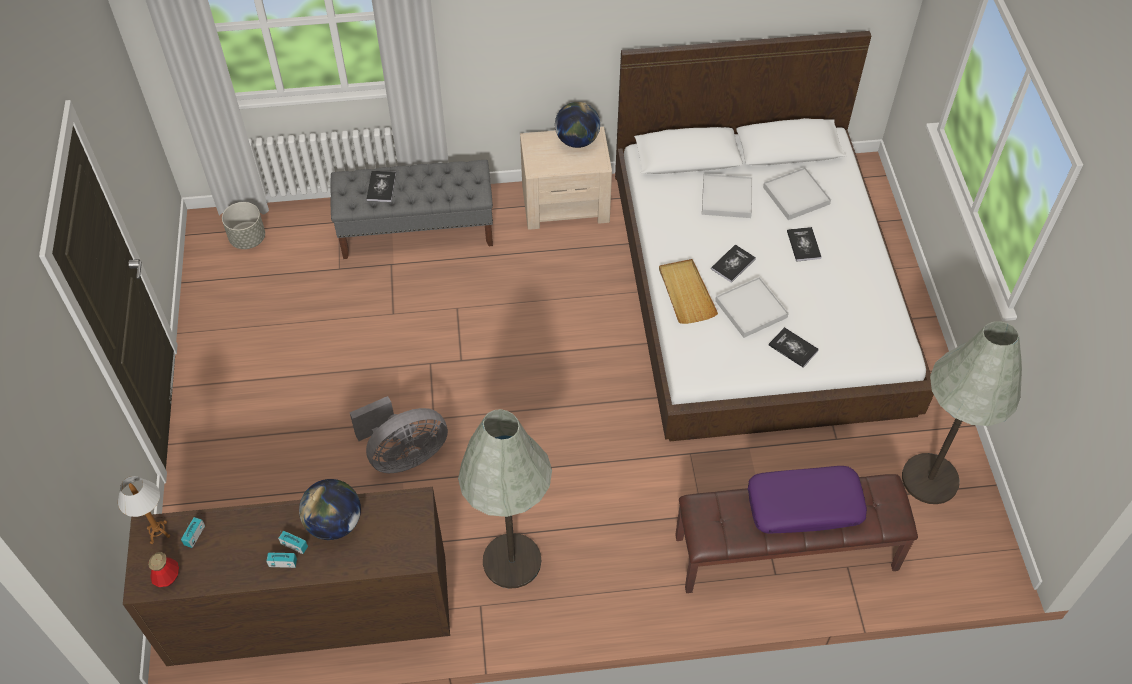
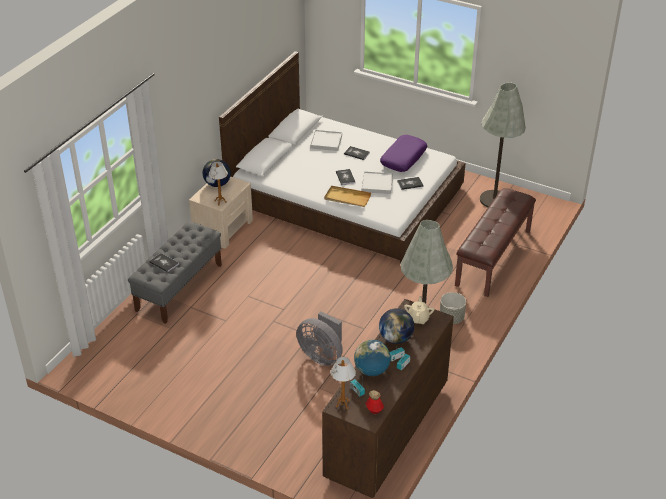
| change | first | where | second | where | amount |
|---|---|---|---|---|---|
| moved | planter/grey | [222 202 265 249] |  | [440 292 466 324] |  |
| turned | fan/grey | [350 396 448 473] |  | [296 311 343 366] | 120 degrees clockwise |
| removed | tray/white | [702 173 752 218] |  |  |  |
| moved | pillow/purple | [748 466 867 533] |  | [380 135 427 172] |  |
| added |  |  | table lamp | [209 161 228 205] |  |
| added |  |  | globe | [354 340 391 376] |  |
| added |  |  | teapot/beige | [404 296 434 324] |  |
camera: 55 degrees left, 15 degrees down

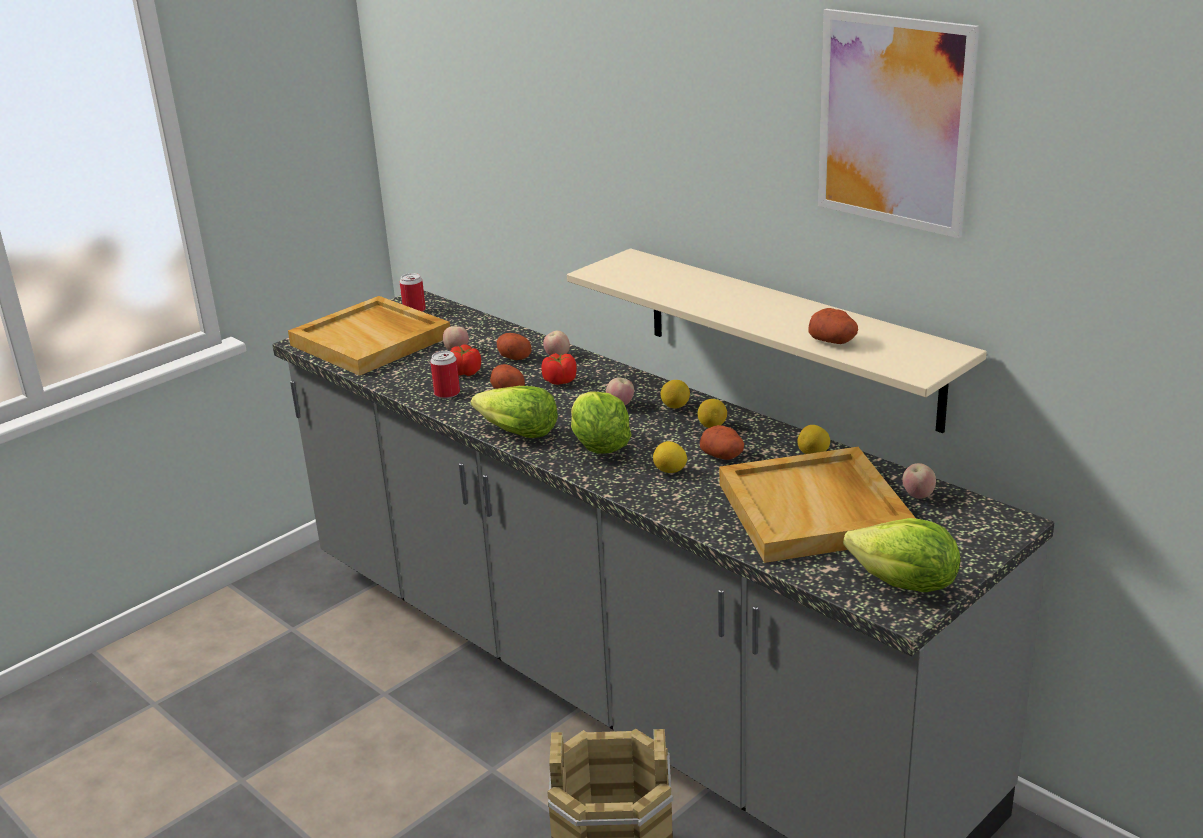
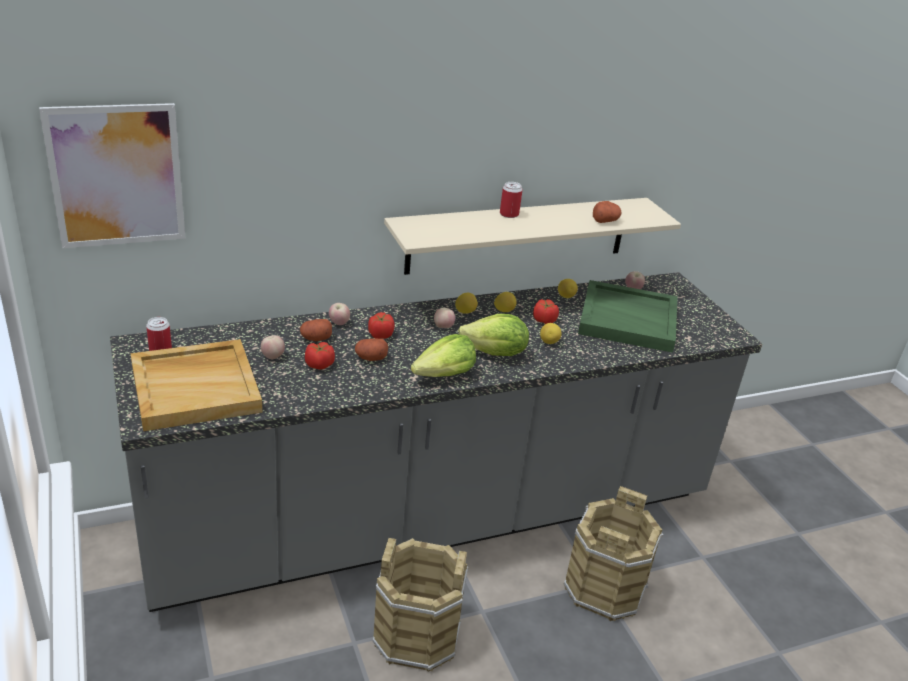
| change | first | where | second | where | amount |
|---|---|---|---|---|---|
| moved | can | [430 351 460 398] |  | [500 182 523 218] |  |
| replaced | potato | [700 425 744 460] | tomato | [533 299 559 324] |  |
| recoloured | tray/beige | [719 447 916 563] | tray/green | [578 280 677 353] |  |
| moved | picture | [818 9 979 238] |  | [39 103 185 248] |  |
| removed | lettuce | [843 518 961 592] |  |  |  |
| added |  |  | bucket/brown | [373 538 468 672] |  |
camera: 70 degrees left, 5 degrees up

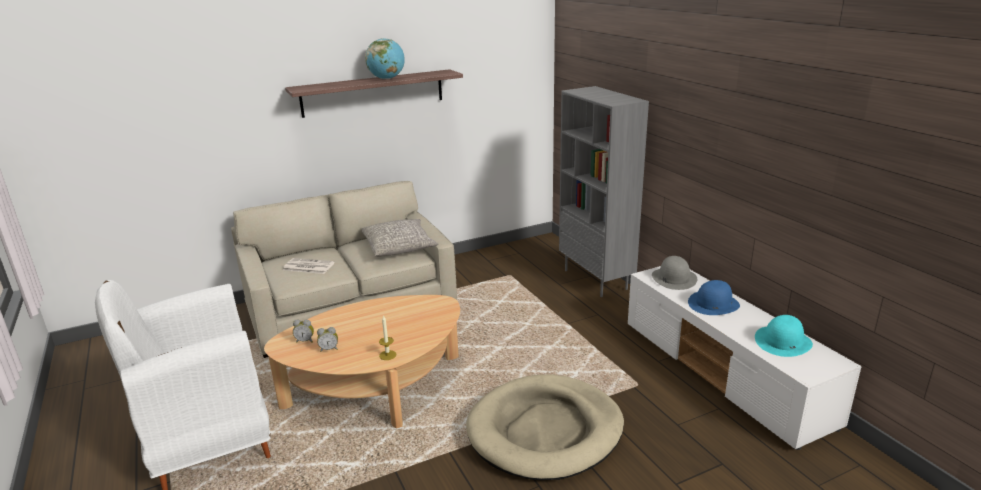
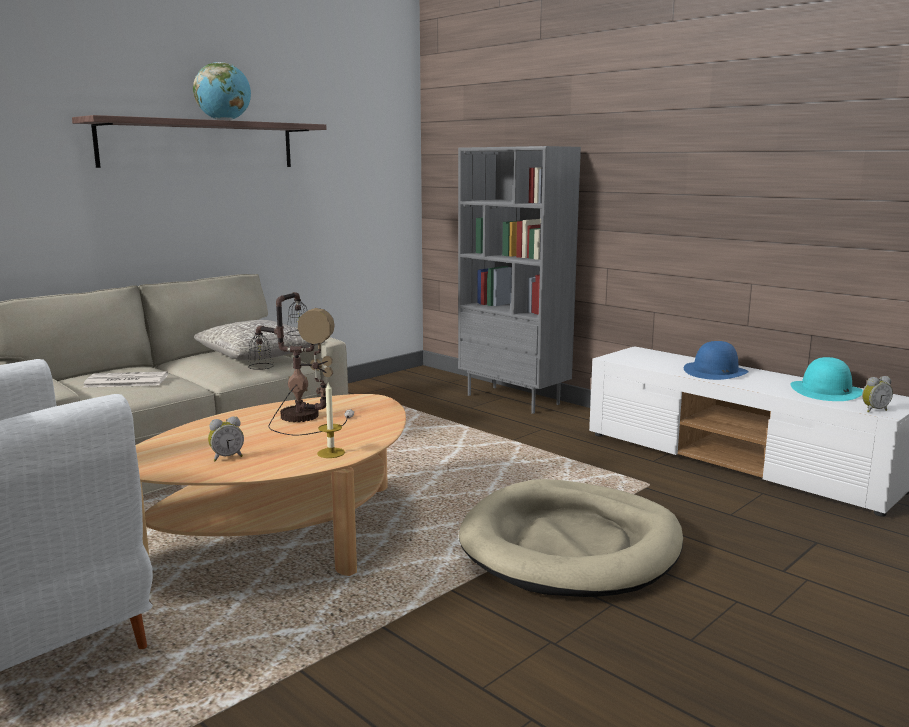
| change | first | where | second | where | amount |
|---|---|---|---|---|---|
| moved | alarm clock | [293 320 314 343] |  | [862 376 893 413] |  |
| removed | hat/grey | [652 256 697 290] |  |  |  |
| added |  |  | table lamp | [248 292 354 436] |  |
camera: 20 degrees left, 10 degrees down

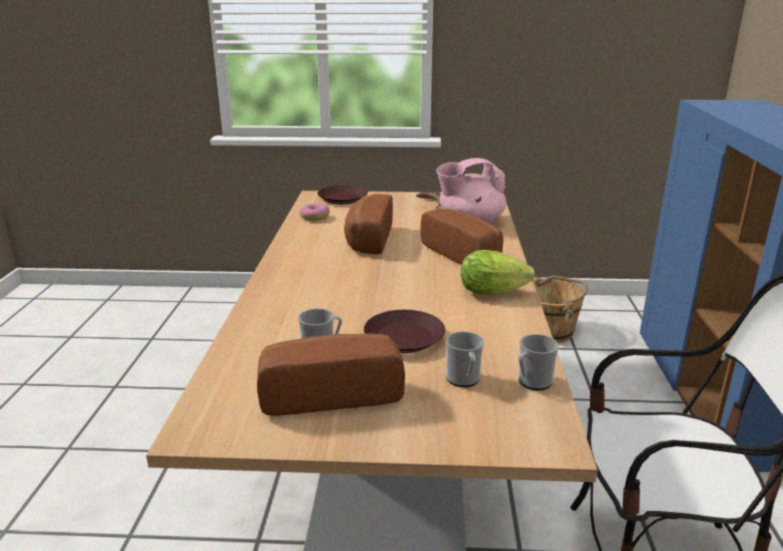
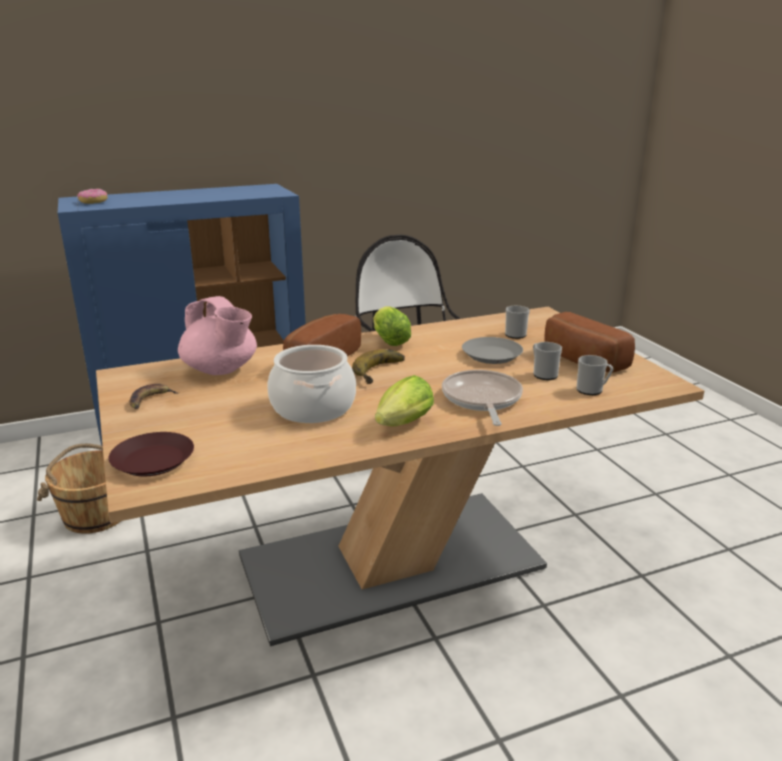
| change | first | where | second | where | amount |
|---|---|---|---|---|---|
| moved | donut | [300 203 330 221] |  | [77 189 107 204] |  |
| replaced | bread | [344 194 393 254] | cooking pot | [267 345 356 423] |  |
| recoloured | plate/brown | [364 310 445 353] | plate/grey | [462 337 523 364] |  |
| moved | mug | [518 334 559 390] |  | [576 355 613 395] |  |
| added |  |  | banana | [352 349 405 384] |  |
| added |  |  | lettuce | [375 375 434 426] |  |
| added |  |  | frying pan | [442 370 523 426] |  |
camera: 115 degrees left, 0 degrees up

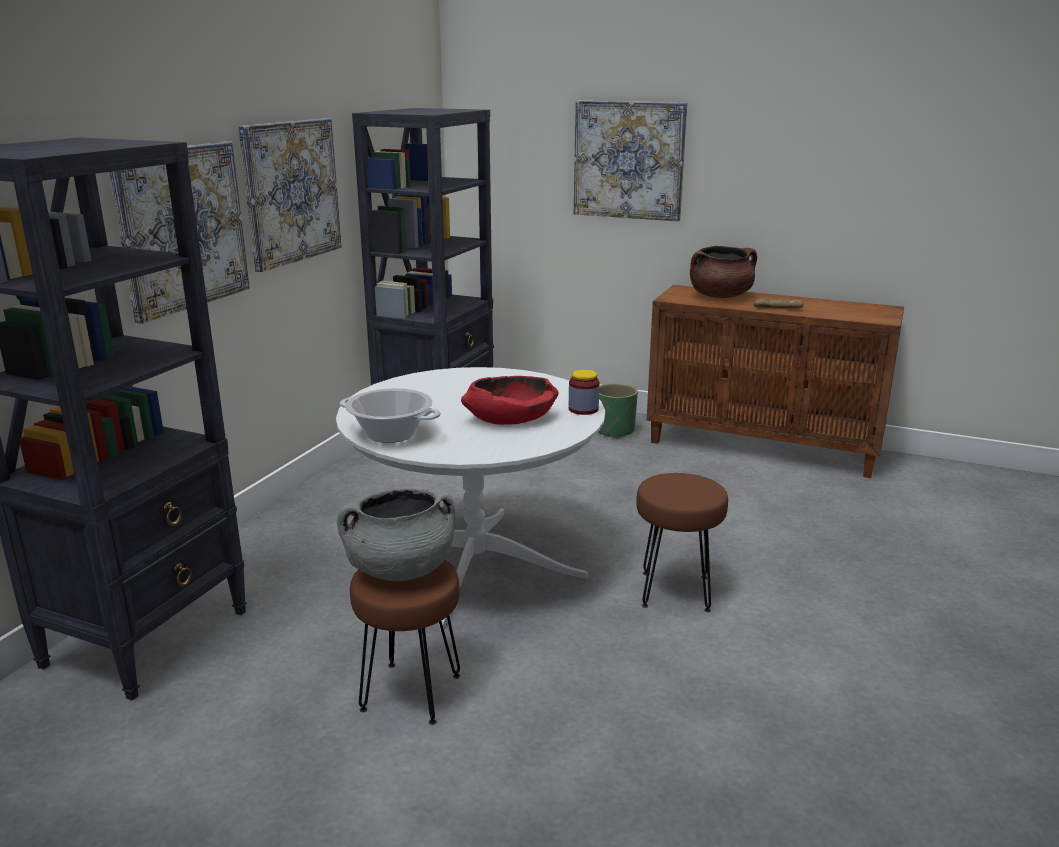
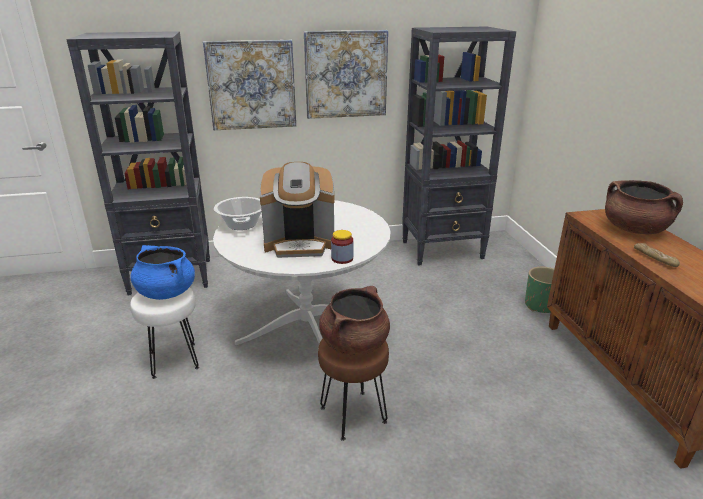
| change | first | where | second | where | amount |
|---|---|---|---|---|---|
| recoloured | cooking pot/grey | [337 487 455 581] | cooking pot/blue | [130 245 195 300] |  |
| recoloured | stool/brown | [350 560 460 725] | stool/white | [130 287 199 379] |  |
| replaced | bowl/red | [461 376 559 425] | coffee machine | [260 162 334 258] |  |
| removed | picture | [574 100 687 221] |  |  |  |
| added |  |  | cooking pot/brown | [319 286 390 355] |  |
camera: 55 degrees right, 5 degrees up

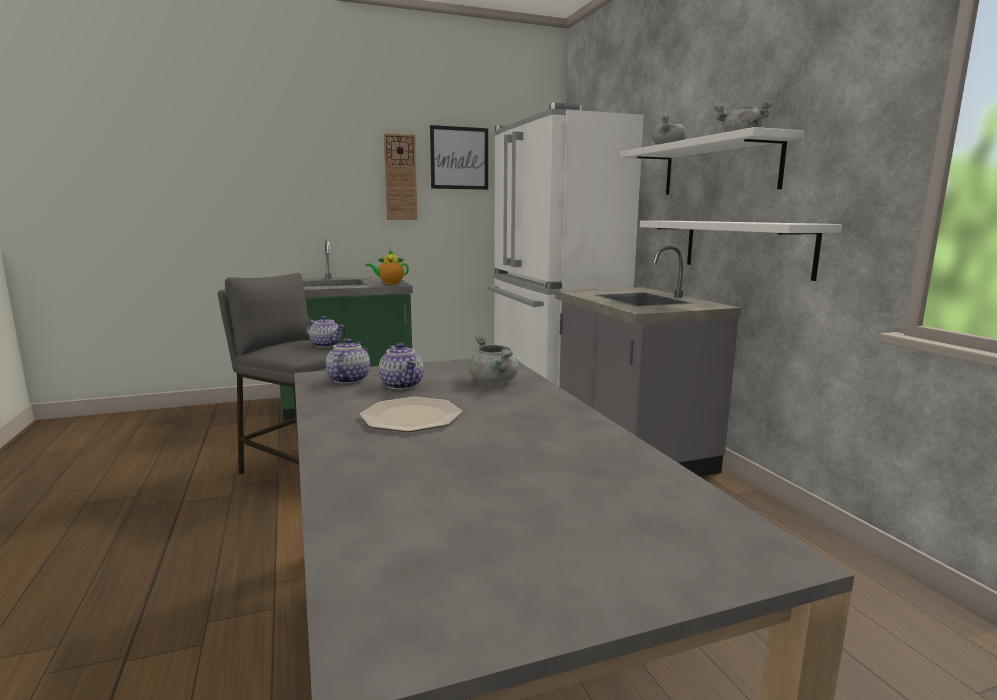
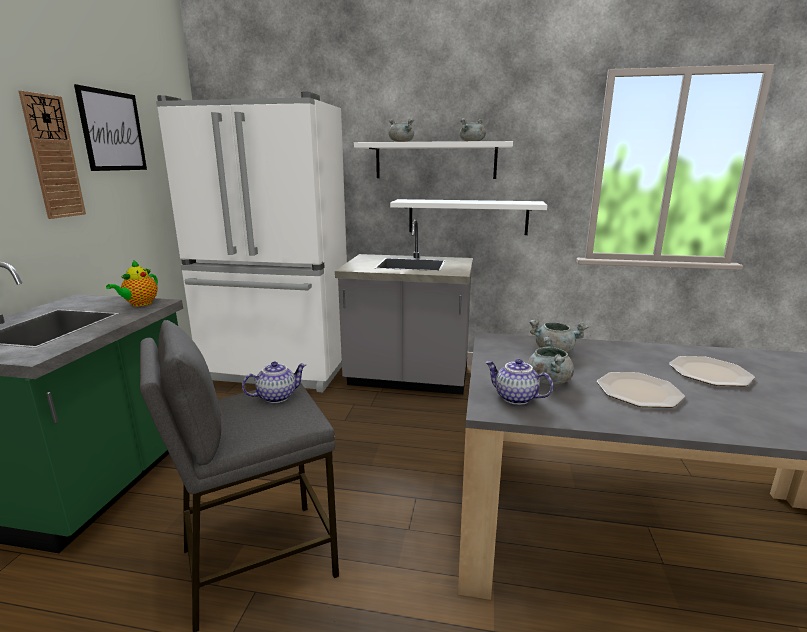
| change | first | where | second | where | amount |
|---|---|---|---|---|---|
| replaced | teapot | [379 343 424 390] | cooking pot/grey | [527 337 574 384] |  |
| added |  |  | plate | [669 356 755 386] |  |
camera: 60 degrees left, 5 degrees up

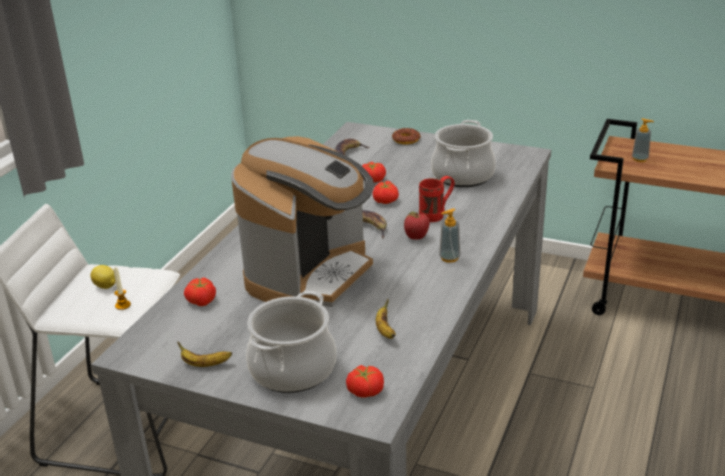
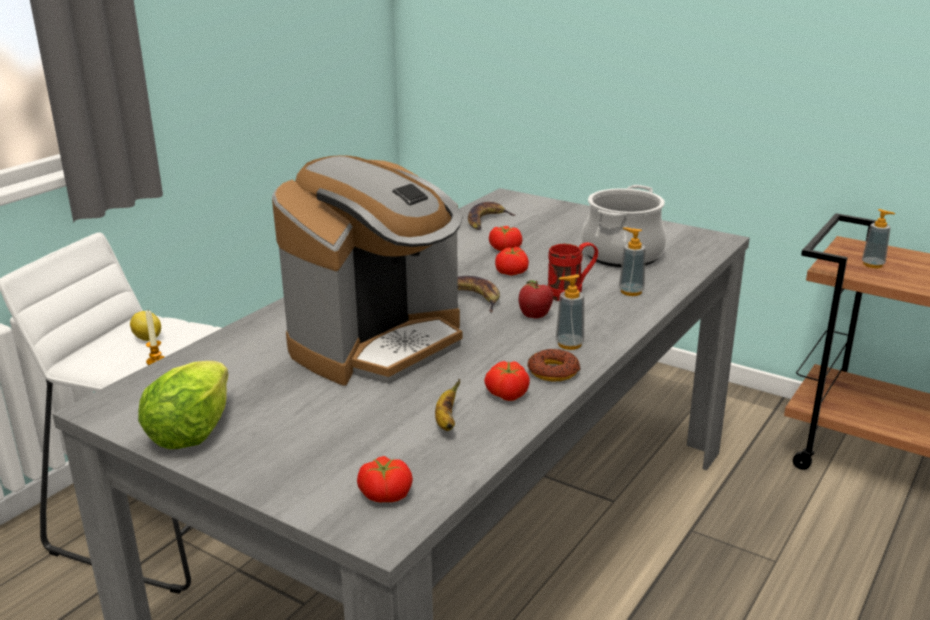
| change | first | where | second | where | amount |
|---|---|---|---|---|---|
| replaced | banana | [177 342 232 367] | lettuce | [138 361 229 449] |  |
| moved | tomato | [184 277 216 306] |  | [484 361 530 401] |  |
| removed | cooking pot | [246 290 336 393] |  |  |  |
| moved | donut | [392 128 421 144] |  | [528 349 581 382] |  |
| added |  |  | soap dispenser | [619 227 646 296] |  |
camera: 10 degrees right, 5 degrees down

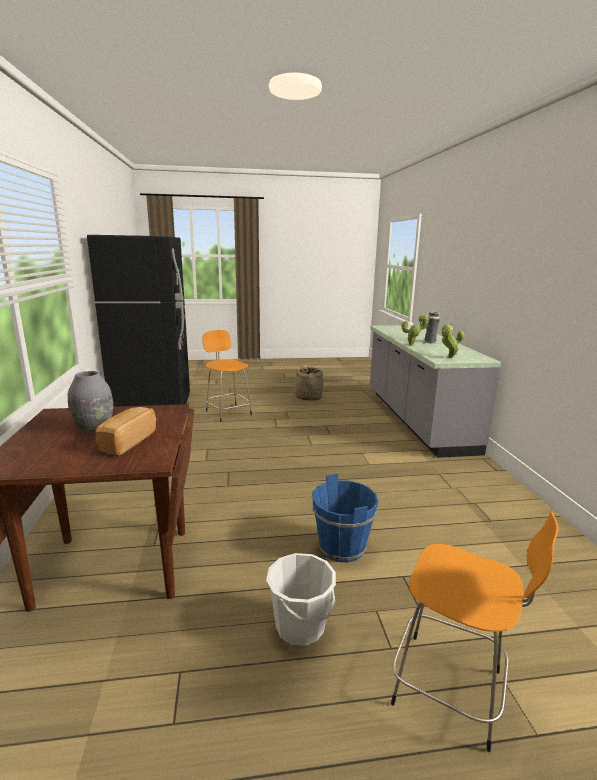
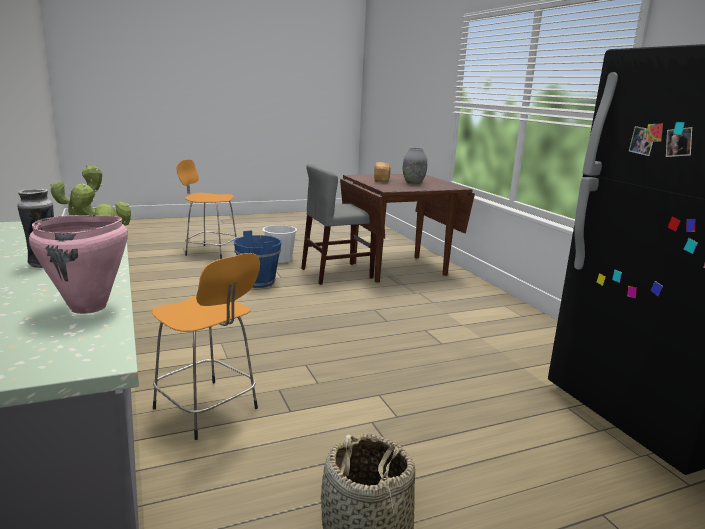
| change | first | where | second | where | amount |
|---|---|---|---|---|---|
| moved | stool/orange | [202 330 252 422] |  | [152 253 260 440] |  |
| added |  |  | cooking pot/pink | [29 215 128 314] |  |
| added |  |  | chair/grey | [301 164 376 285] |  |
camera: 165 degrees right, 0 degrees up

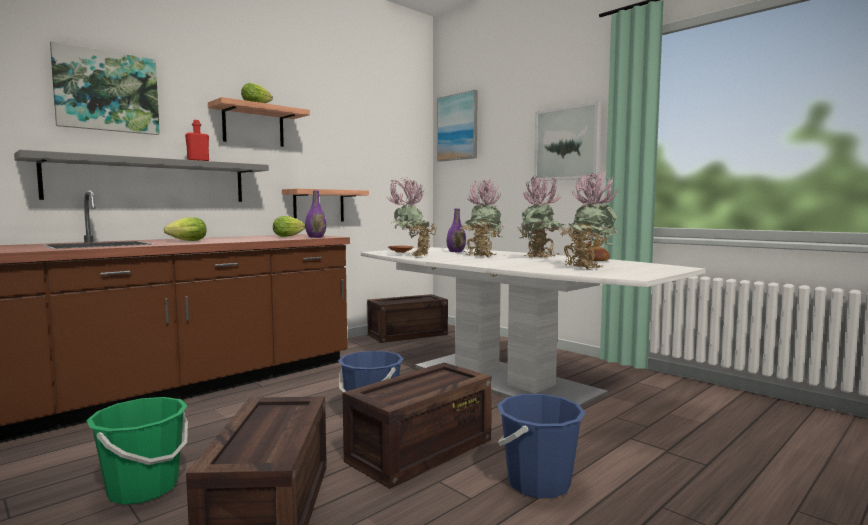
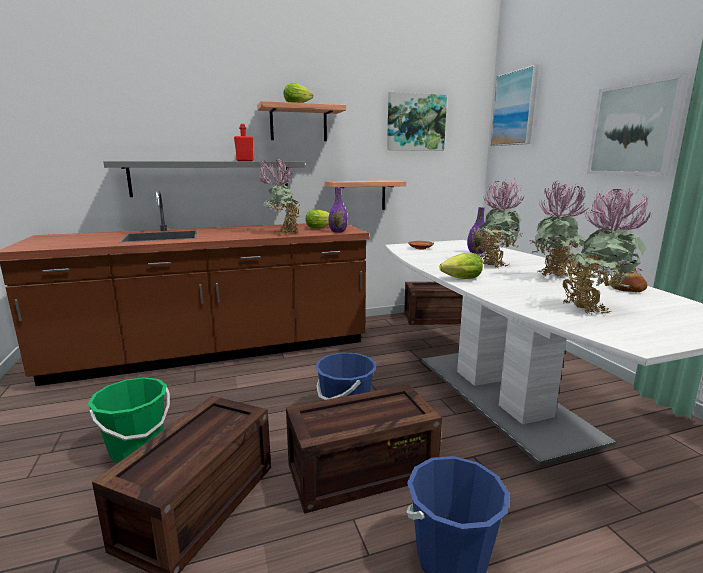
| change | first | where | second | where | amount |
|---|---|---|---|---|---|
| moved | picture | [50 41 160 135] |  | [387 92 447 151] |  |
| moved | lettuce | [164 217 206 241] |  | [440 253 483 279] |  |
| moved | potted plant | [388 178 437 257] |  | [258 159 300 234] |  |
camera: 25 degrees right, 10 degrees up

